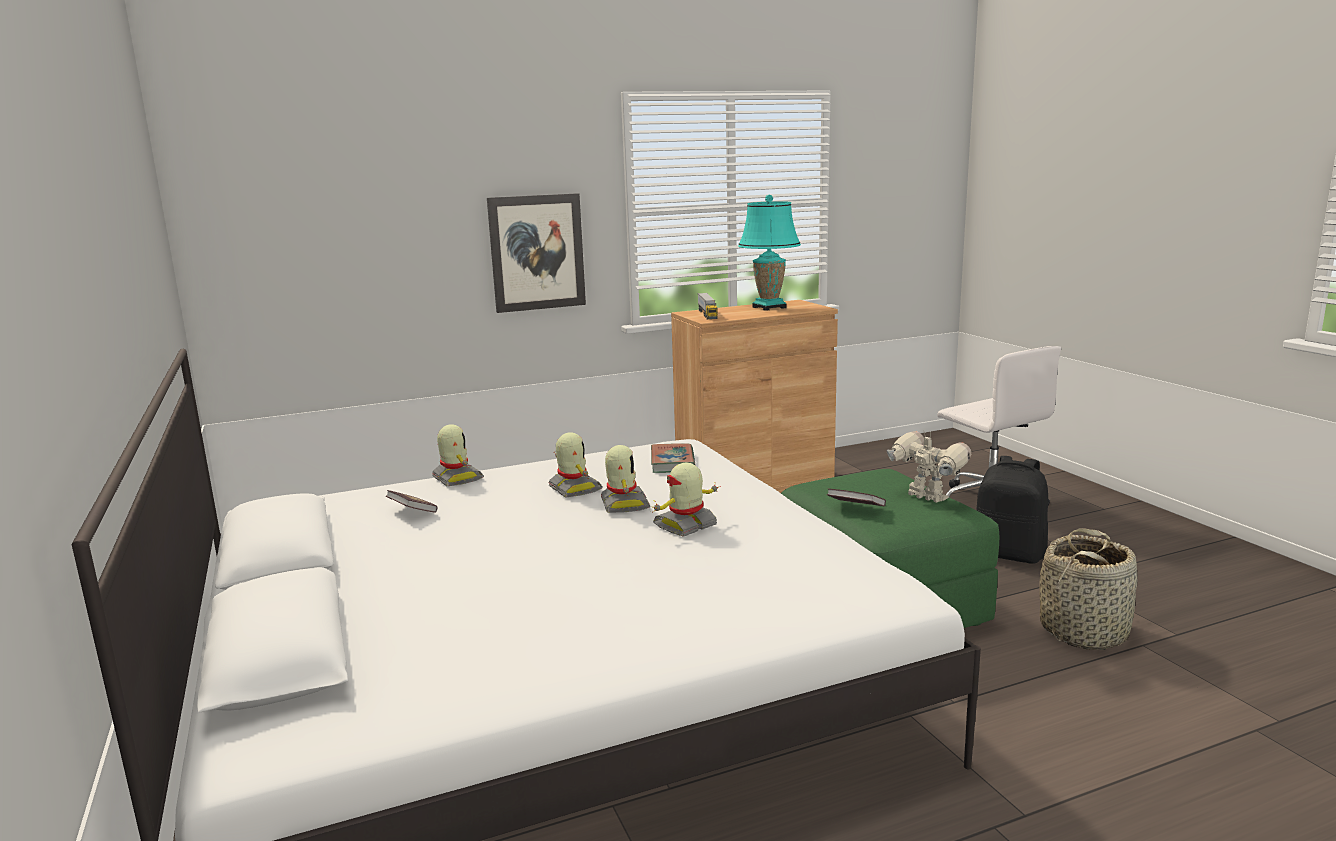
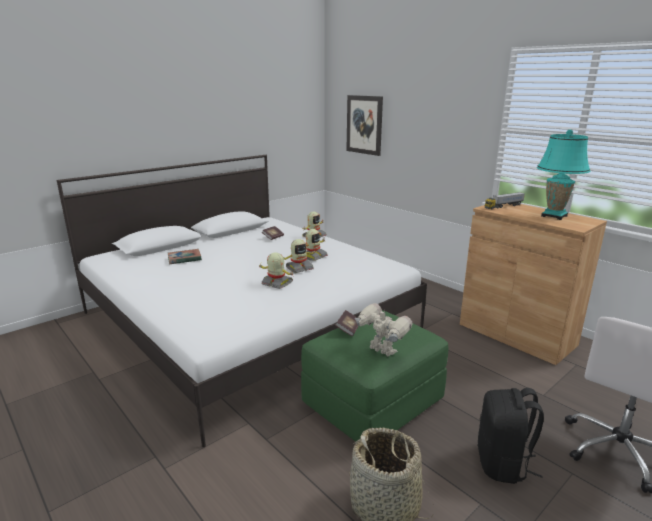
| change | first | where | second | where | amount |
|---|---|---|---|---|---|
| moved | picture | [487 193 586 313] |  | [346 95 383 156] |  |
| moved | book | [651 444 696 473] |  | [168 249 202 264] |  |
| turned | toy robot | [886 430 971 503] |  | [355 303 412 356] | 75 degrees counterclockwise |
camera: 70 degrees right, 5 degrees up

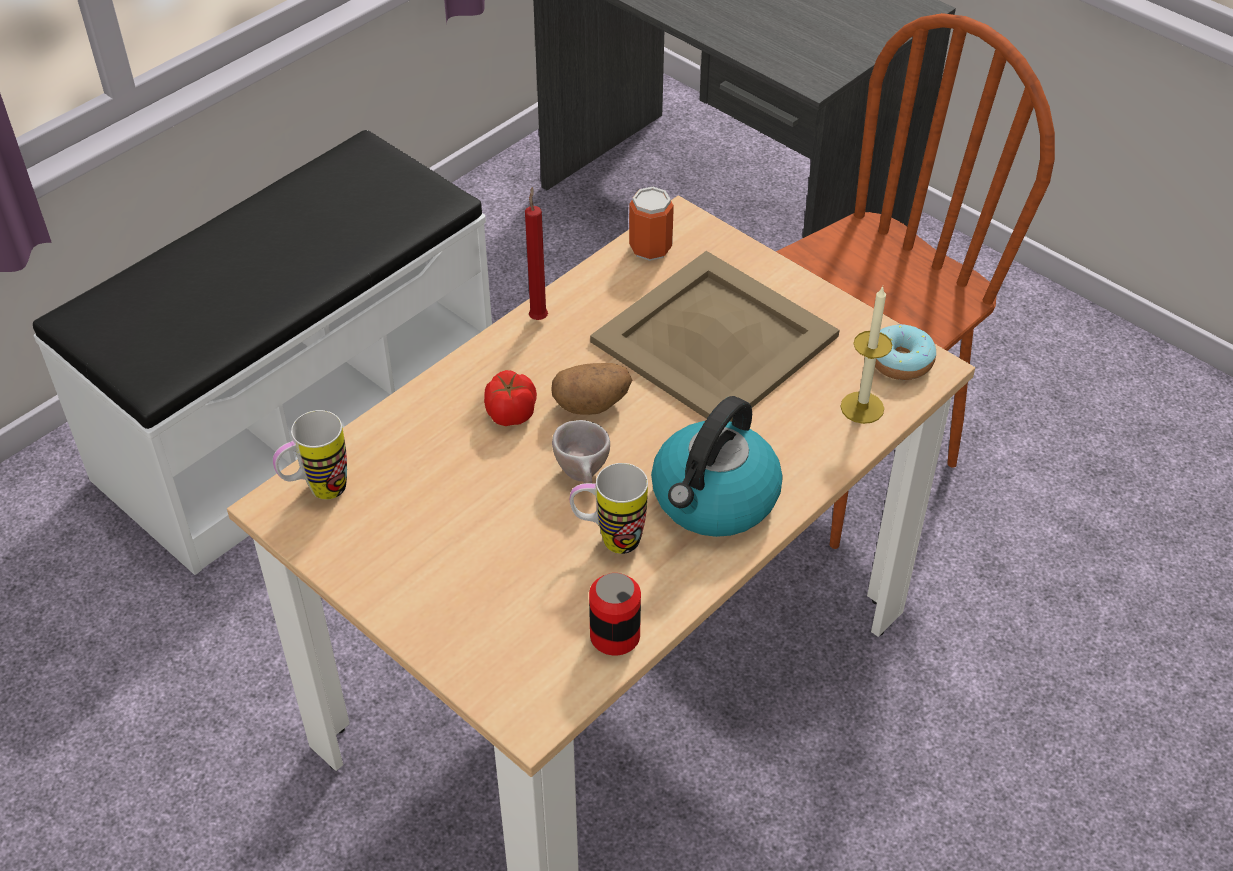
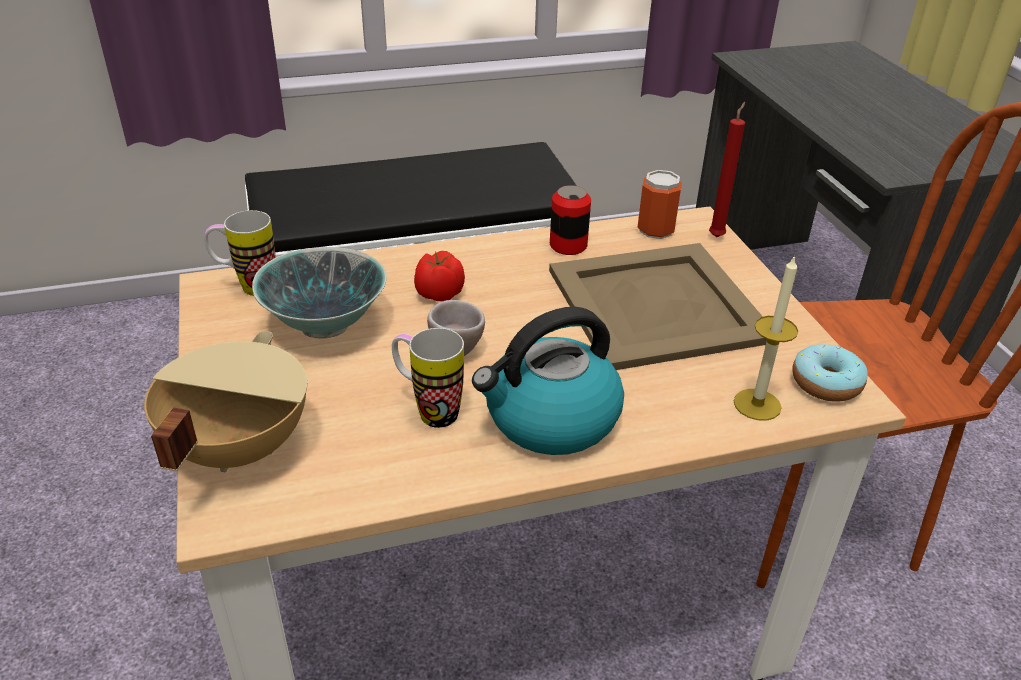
| change | first | where | second | where | amount |
|---|---|---|---|---|---|
| moved | candle/red | [525 187 548 320] |  | [709 102 745 237] |  |
| removed | potato | [551 363 632 415] |  |  |  |
| moved | can | [589 573 641 655] |  | [550 185 591 255] |  |
| added |  |  | cooking pot/beige | [144 331 307 472] |  |
| added |  |  | bowl | [252 247 387 339] |  |
camera: 30 degrees right, 10 degrees down

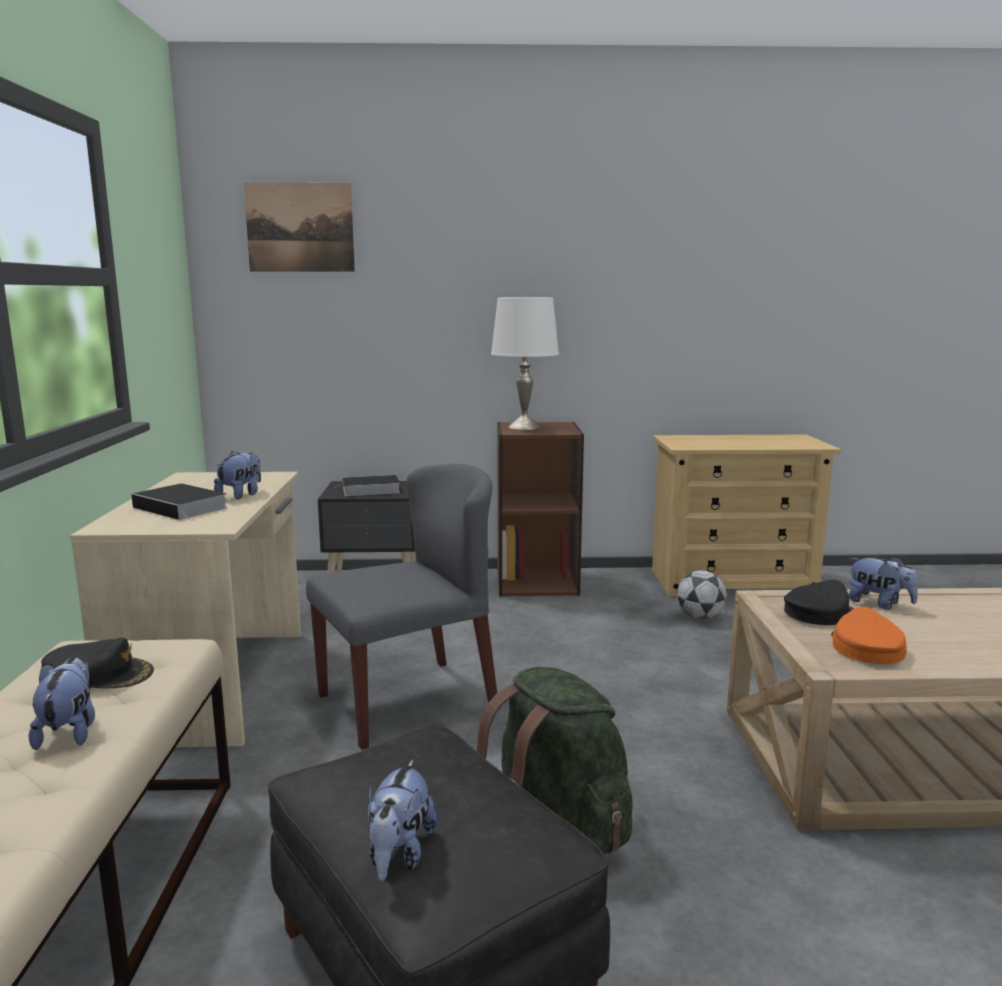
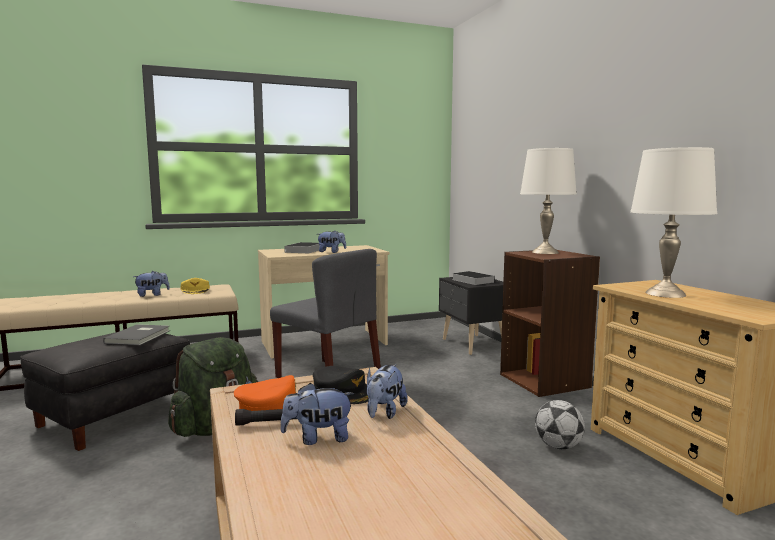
| change | first | where | second | where | amount |
|---|---|---|---|---|---|
| recoloured | cap/black | [41 638 154 688] | cap/yellow | [180 278 210 294] |  |
| removed | picture | [244 183 355 272] |  |  |  |
| moved | plush toy | [368 760 437 881] |  | [280 383 355 445] |  |
| added |  |  | book/grey | [103 324 169 345] |  |
| added |  |  | flashlight/black | [235 409 297 426] |  |
| added |  |  | table lamp/white | [630 147 718 298] |  |
camera: 70 degrees right, 5 degrees down

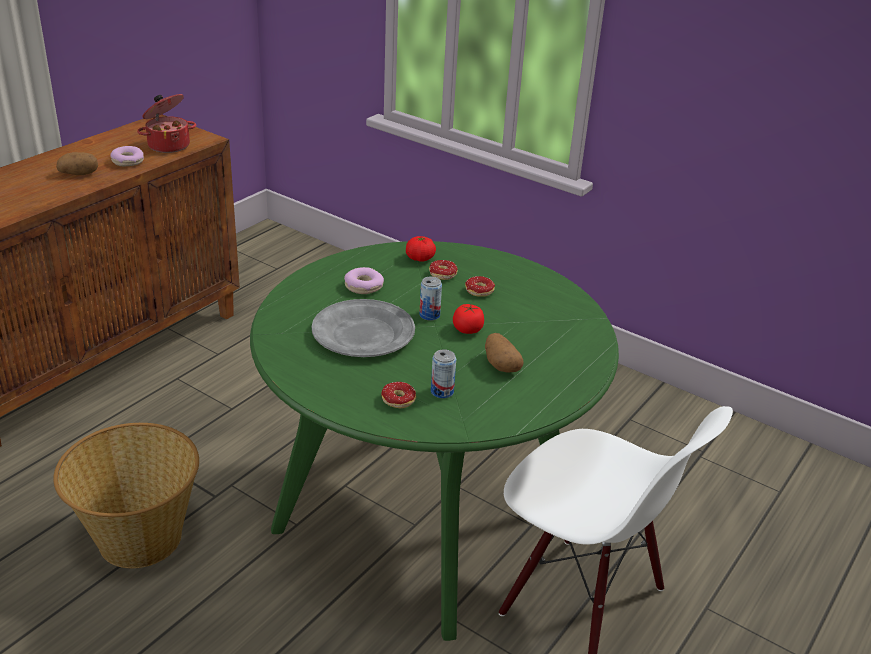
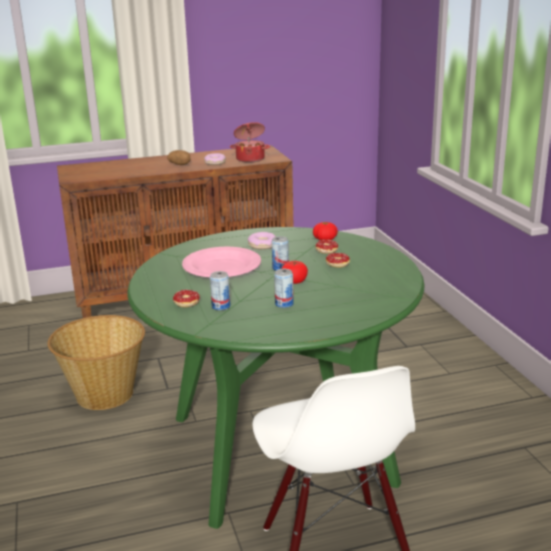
| change | first | where | second | where | amount |
|---|---|---|---|---|---|
| recoloured | plate/grey | [312 299 415 357] | plate/pink | [182 247 261 277] |  |
| replaced | potato | [485 333 523 372] | can | [274 269 294 308] |  |
camera: 40 degrees right, 10 degrees down

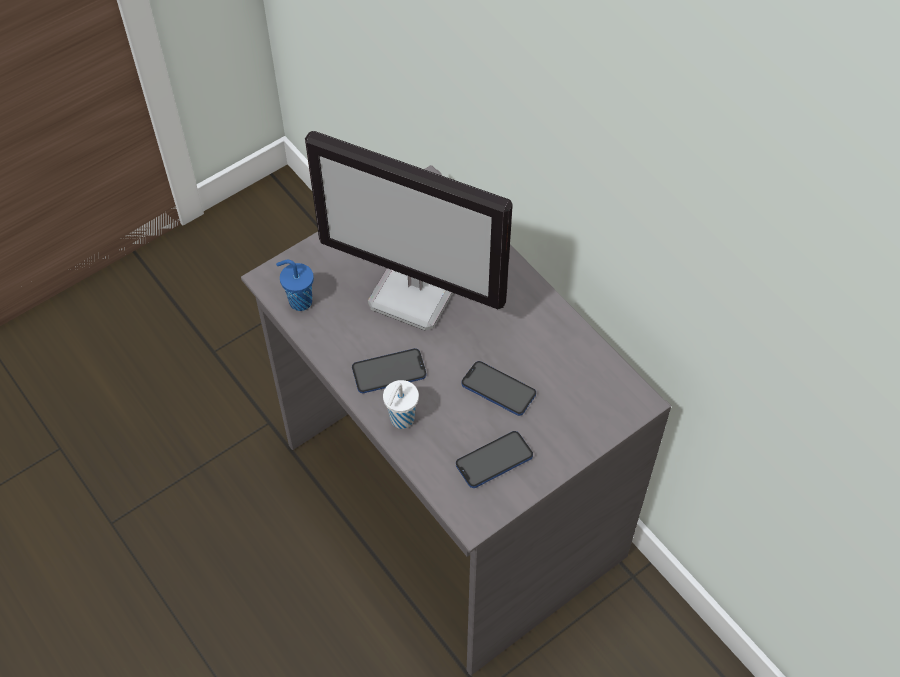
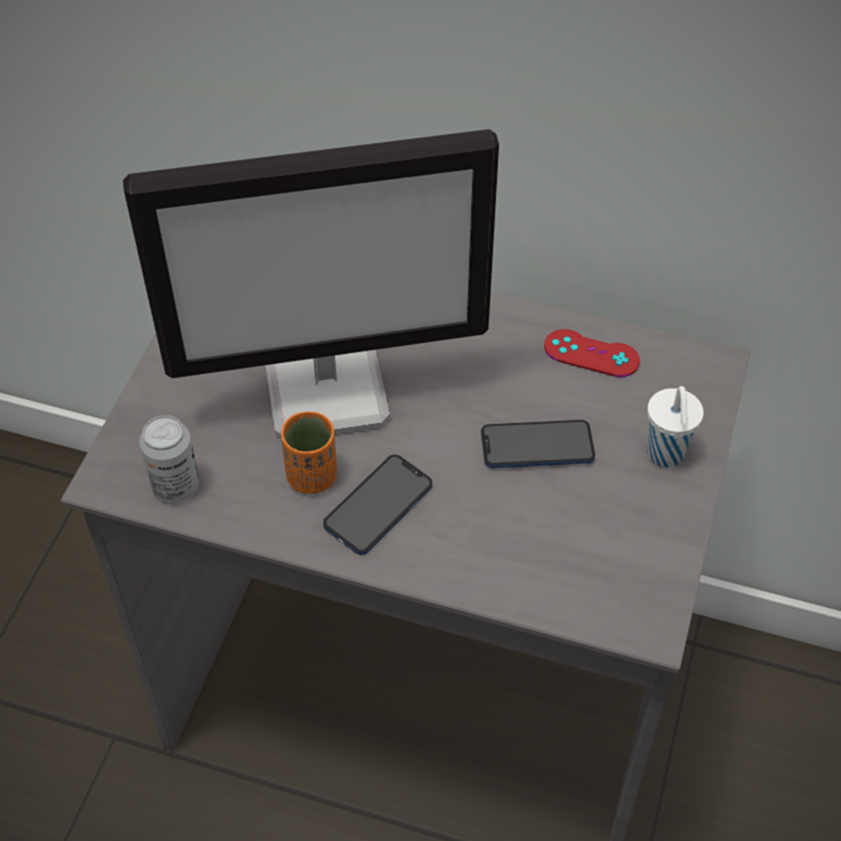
| change | first | where | second | where | amount |
|---|---|---|---|---|---|
| replaced | cup/blue | [276 260 314 311] | can | [139 415 199 502] |  |
| moved | cup/white | [383 380 419 429] |  | [647 386 704 468] |  |
| removed | phone | [456 431 533 488] |  |  |  |
| added |  |  | cup/orange | [281 412 337 494] |  |
| added |  |  | game controller/red | [544 329 640 377] |  |
camera: 35 degrees left, 5 degrees down

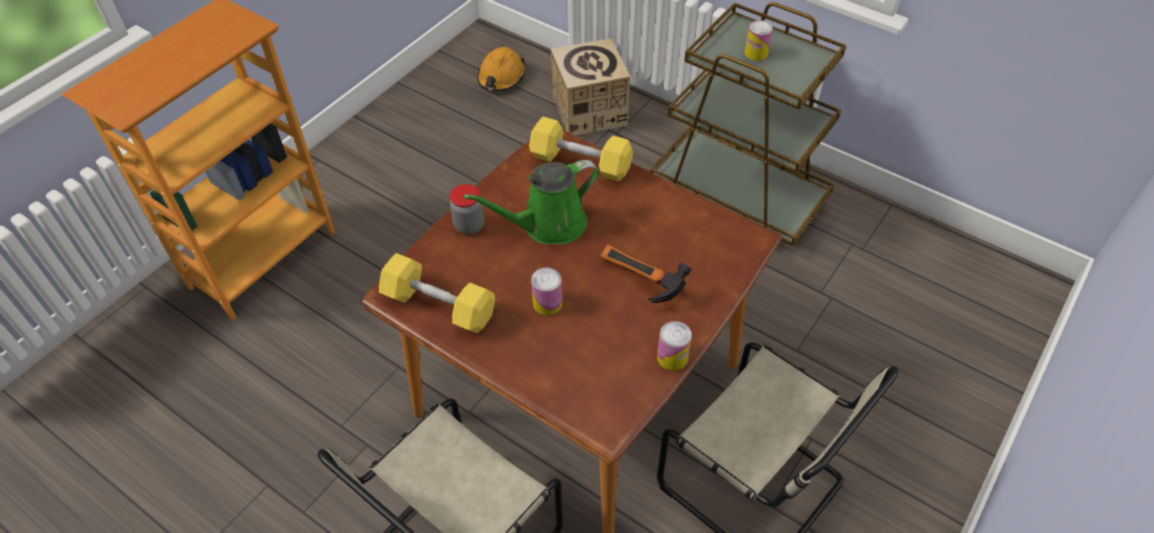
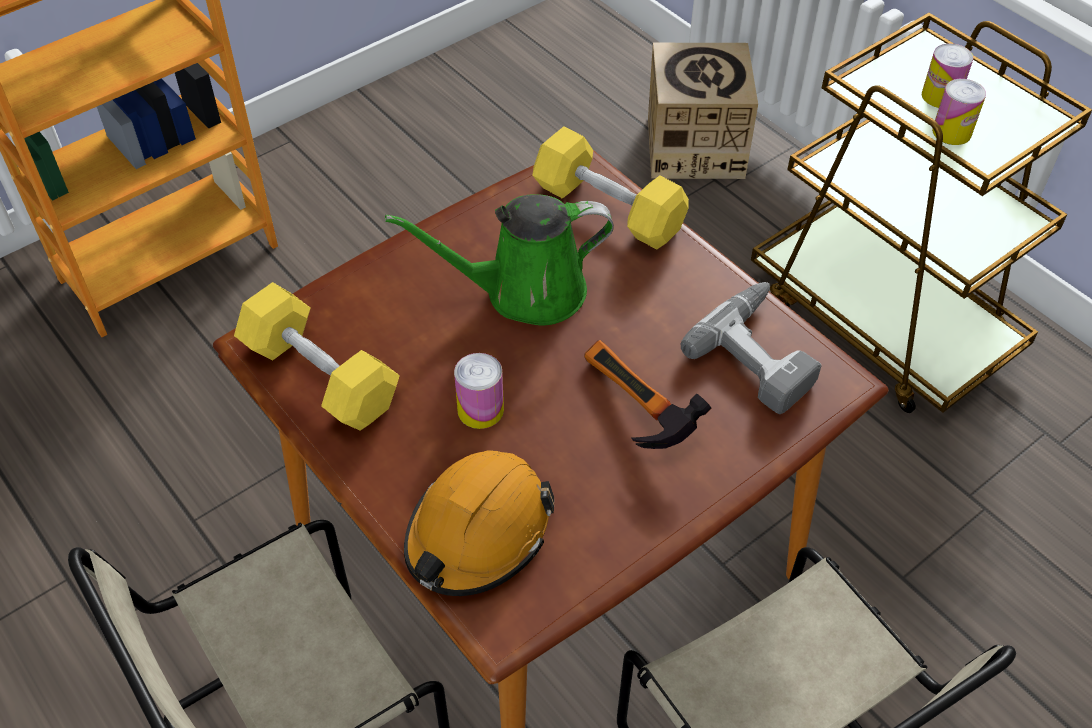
| change | first | where | second | where | amount |
|---|---|---|---|---|---|
| removed | jar | [450 184 484 234] |  |  |  |
| moved | hard hat/orange | [477 47 526 92] |  | [404 450 554 596] |  |
| moved | can | [657 321 692 371] |  | [932 79 986 145] |  |
| added |  |  | power drill | [681 282 822 414] |  |
camera: 15 degrees right, 0 degrees up

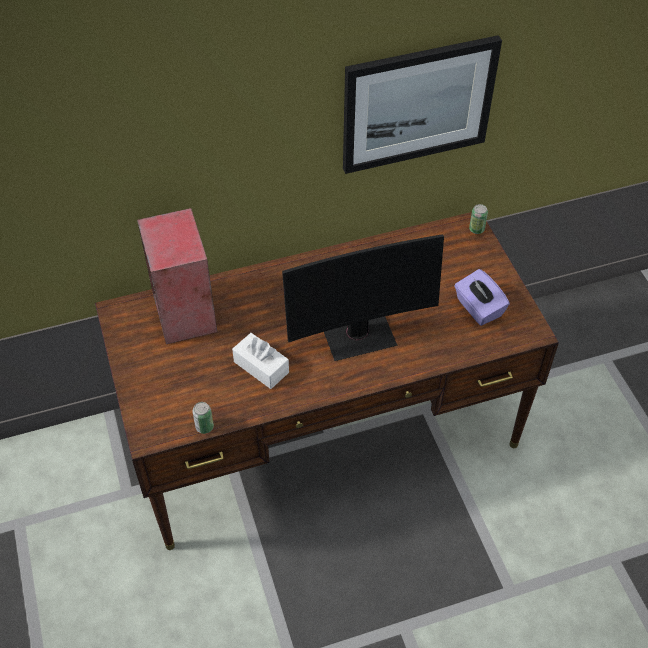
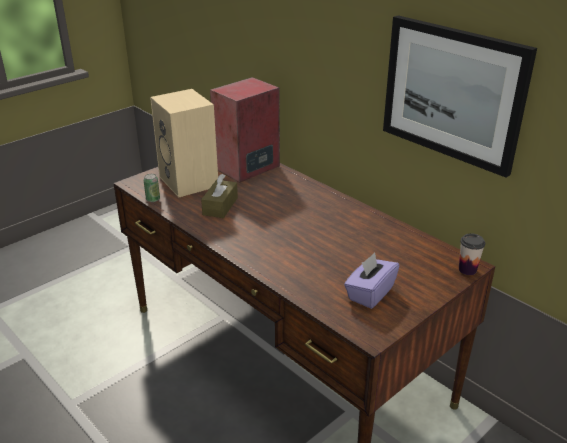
| change | first | where | second | where | amount |
|---|---|---|---|---|---|
| recoloured | tissue box/white | [232 333 289 389] | tissue box/brown | [201 174 238 218] |  |
| removed | monitor | [282 234 444 361] |  |  |  |
| replaced | can | [469 204 488 234] | cup | [459 233 485 275] |  |
| added |  |  | speaker/beige | [150 89 218 198] |  |
camera: 65 degrees right, 20 degrees down

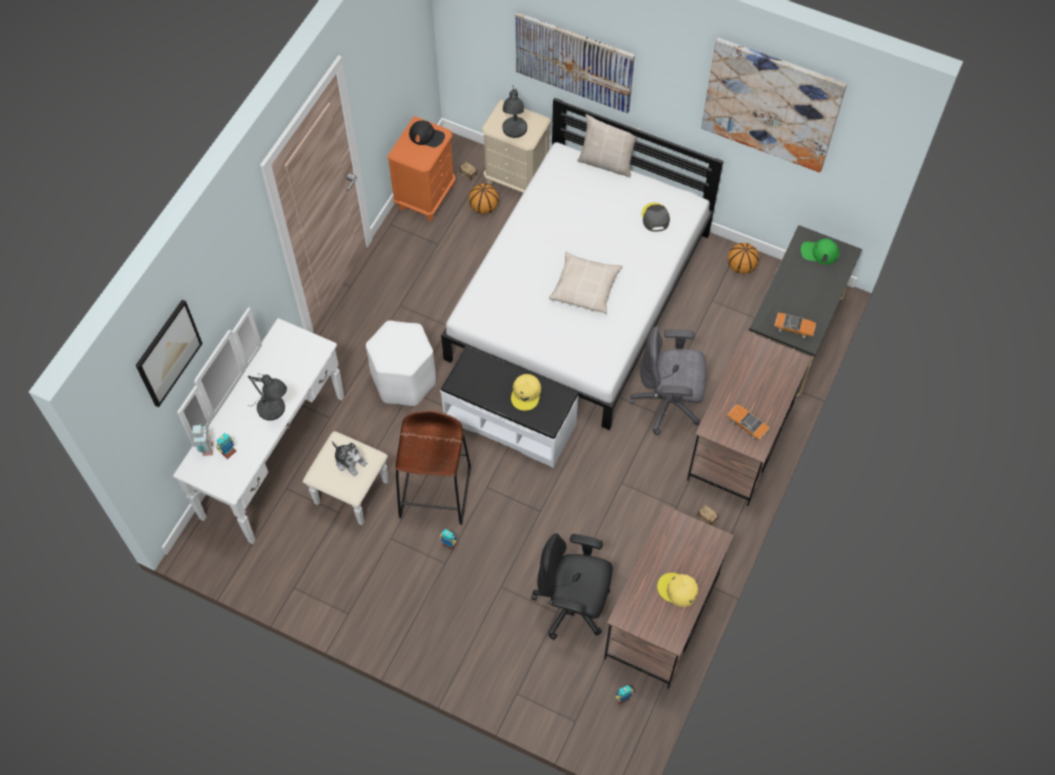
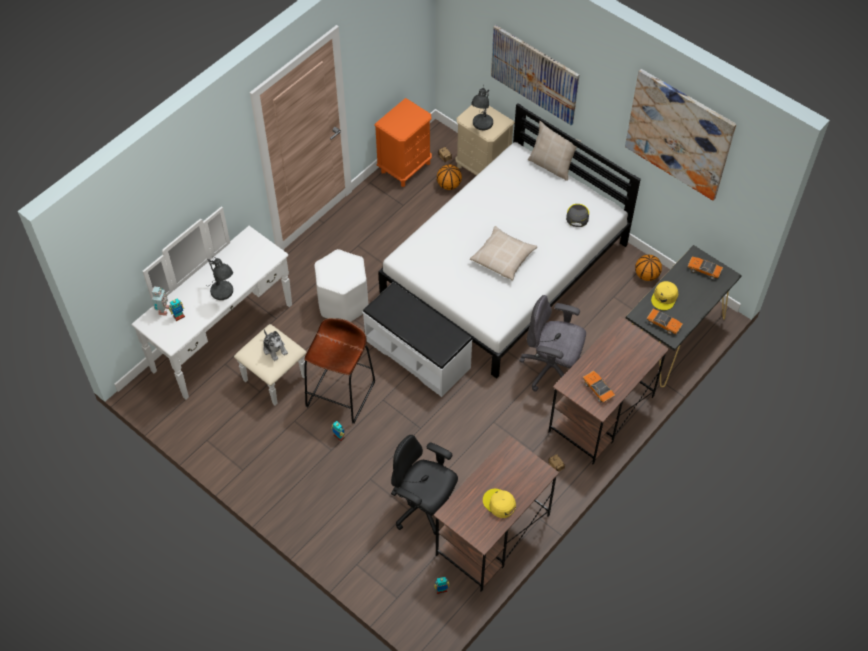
| change | first | where | second | where | amount |
|---|---|---|---|---|---|
| removed | picture | [136 300 203 407] |  |  |  |
| removed | cap/black | [409 121 445 147] |  |  |  |
| moved | cap/yellow | [511 374 541 411] |  | [651 281 678 310] |  |
| replaced | cap/green | [801 238 839 264] | toy car | [687 257 723 280] |  |
camera: 15 degrees right, 5 degrees down

